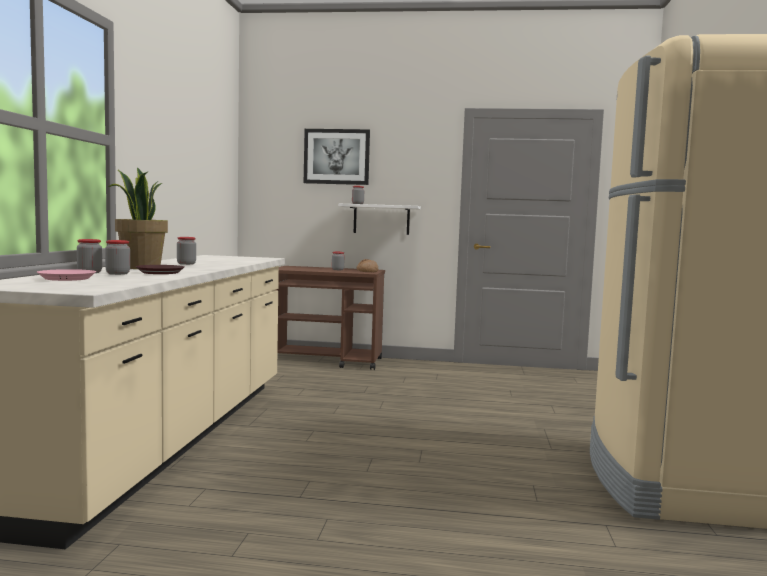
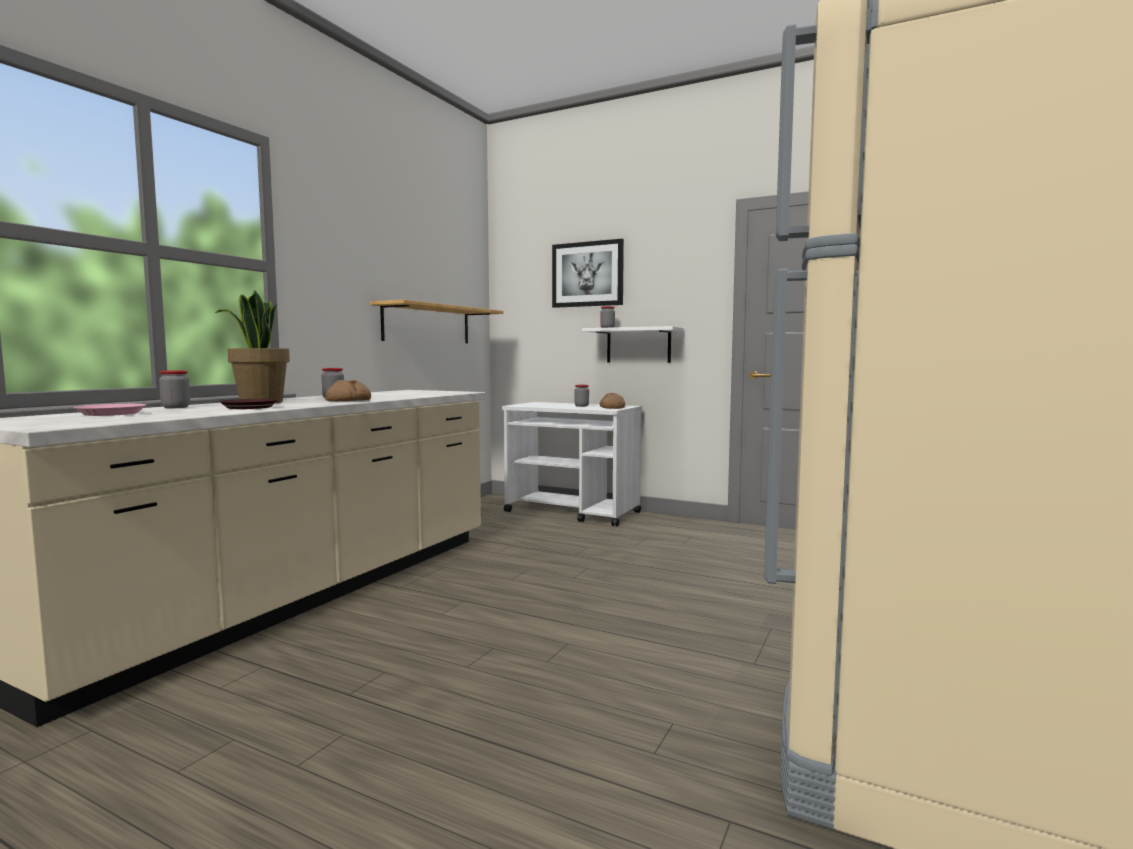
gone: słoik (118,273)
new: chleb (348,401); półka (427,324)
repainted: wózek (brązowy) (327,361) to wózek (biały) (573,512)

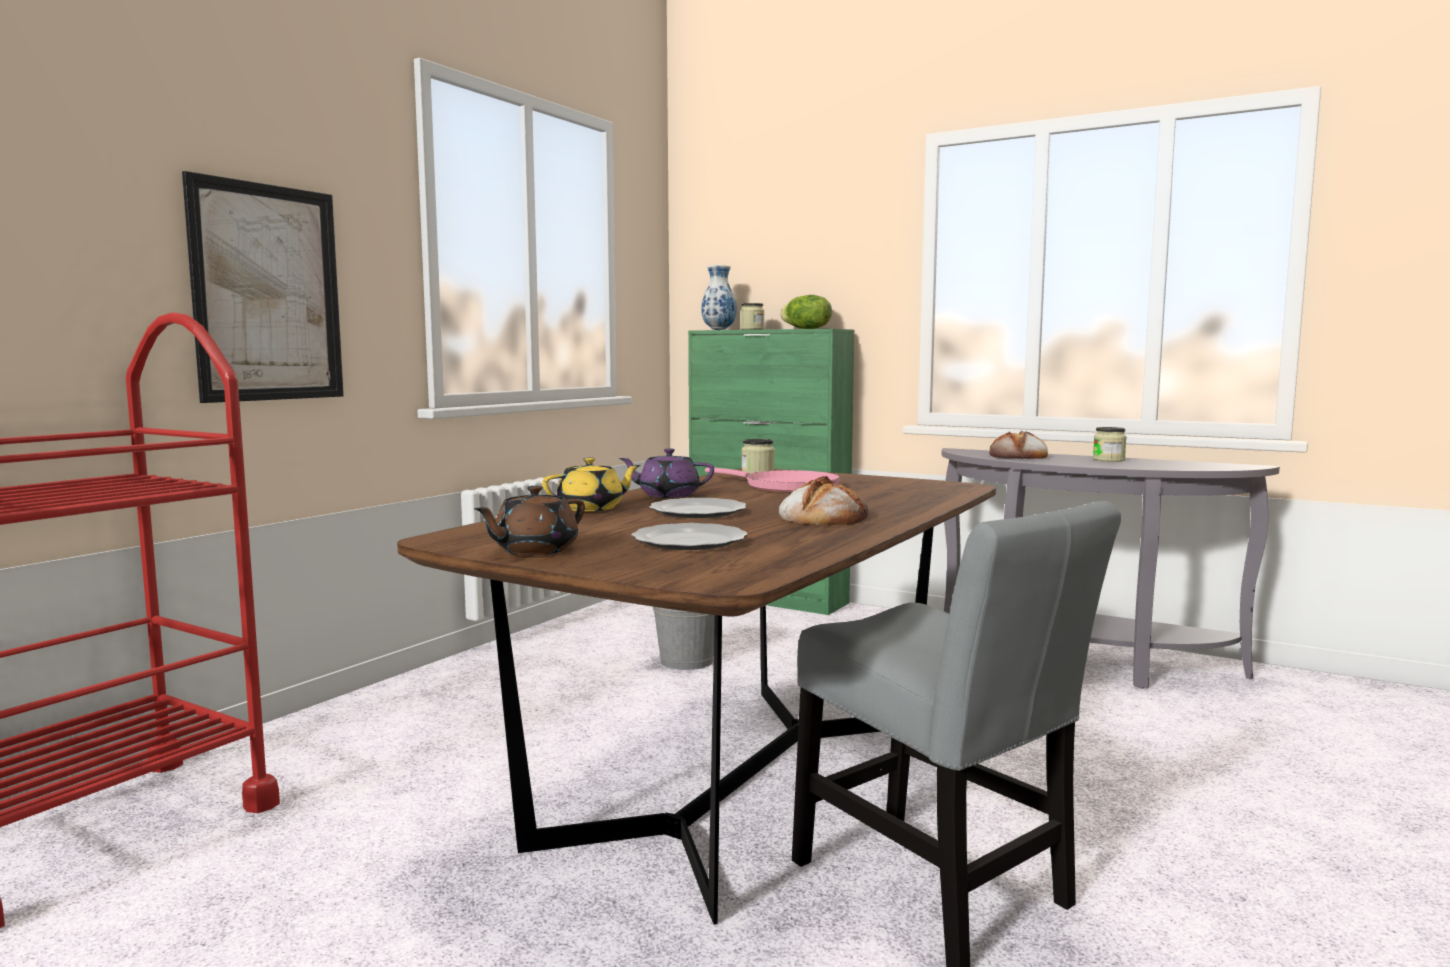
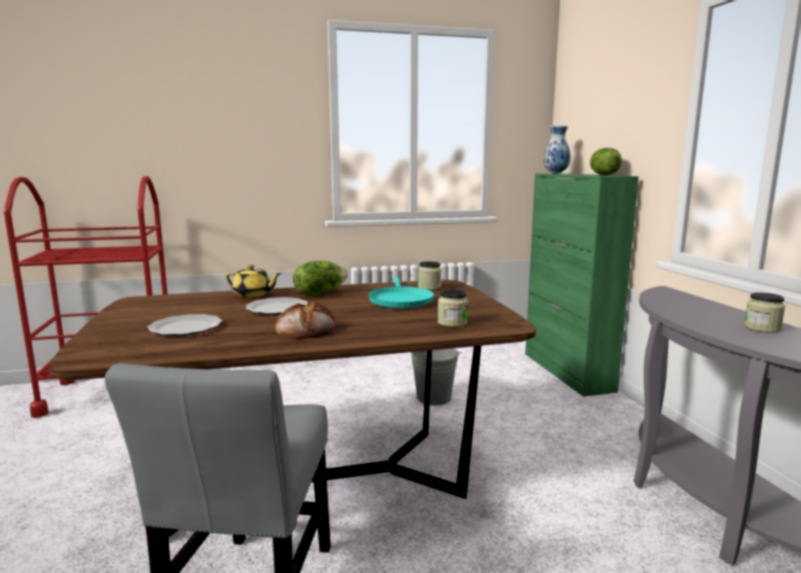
gone: obraz (268,293); imbryk (brązowy) (534,550); chleb (1019,456)
shifted: słoik (752,329) to (452,323)
swapped: imbryk (fioletowy) (668,495) to sałata (319,293)
repainted: patelnia (różowy) (785,486) to patelnia (turkusowy) (400,300)

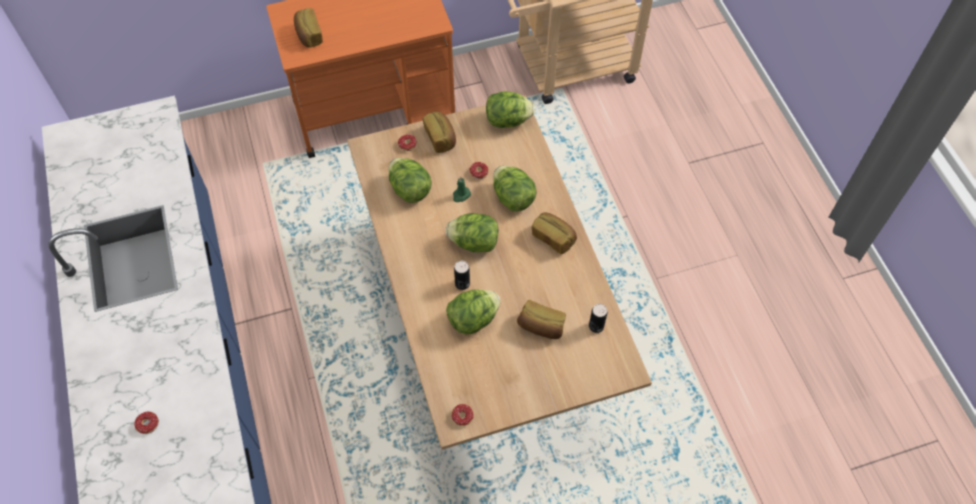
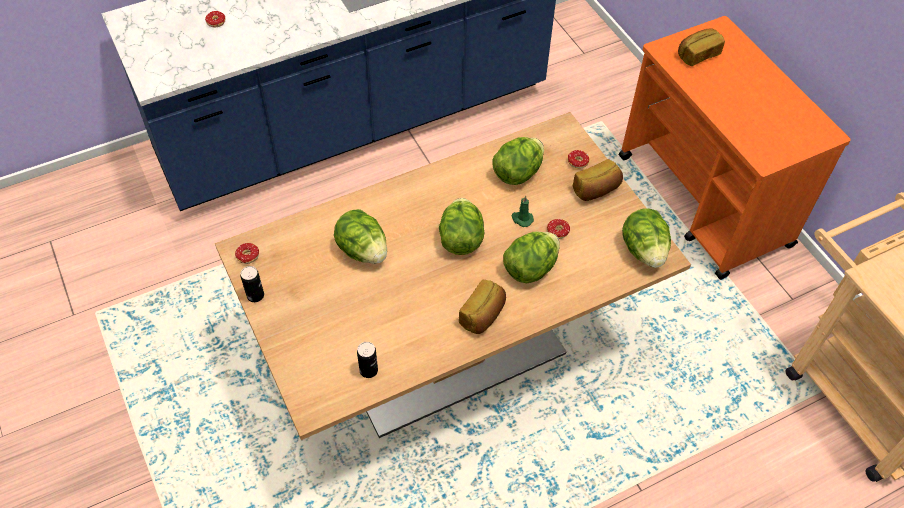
gone: chleb (541,327)
shifted: puszka (462,283) to (255,295)

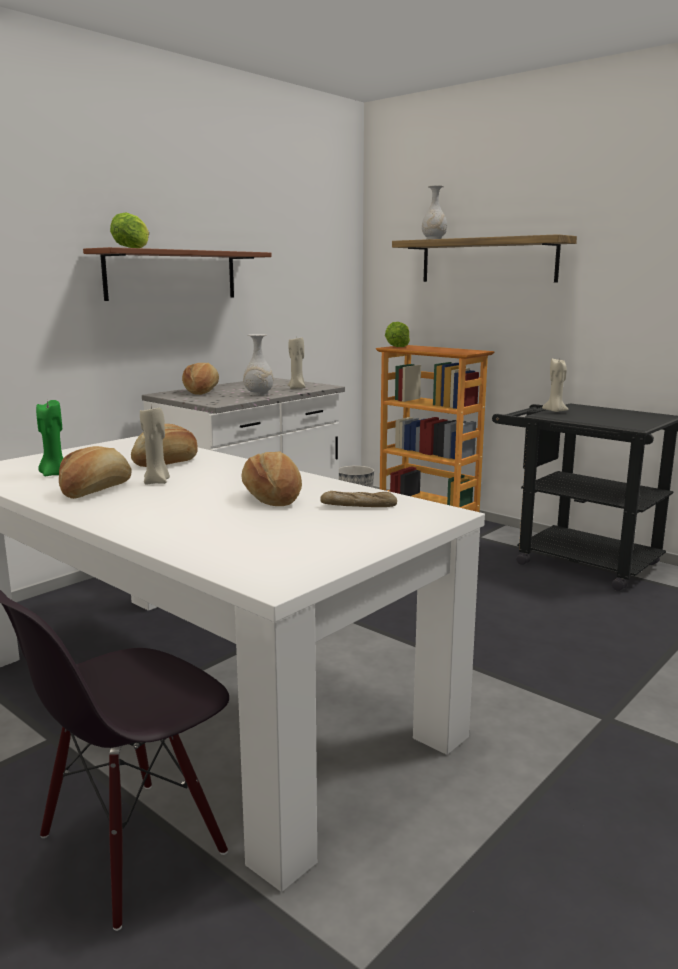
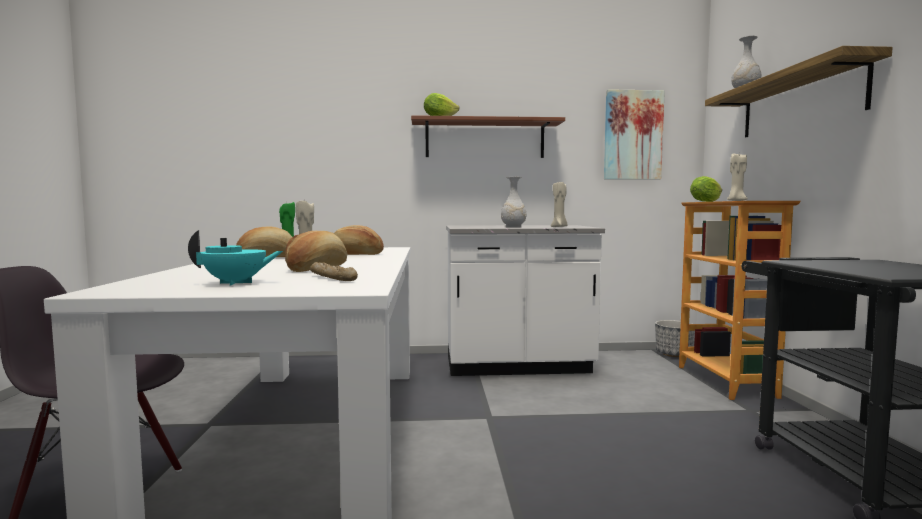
gone: chleb (202,391)
new: imbryk (turkusowy) (236,283); obraz (632,135)
shifted: świeca (beżowy) (555,411) to (736,201)

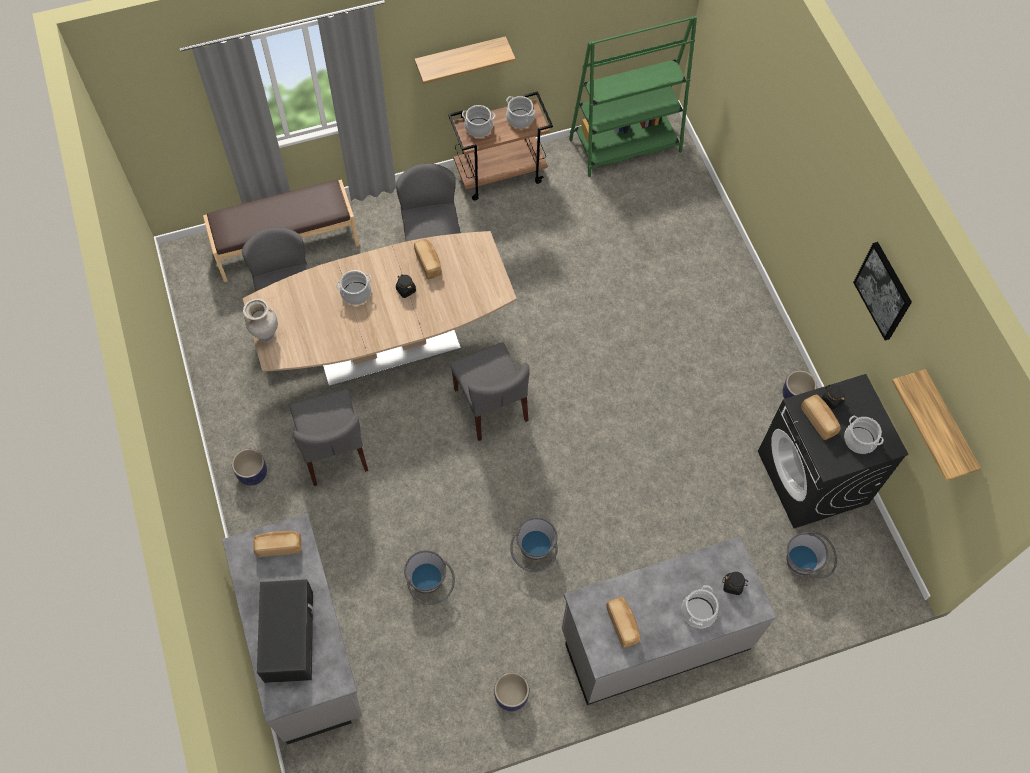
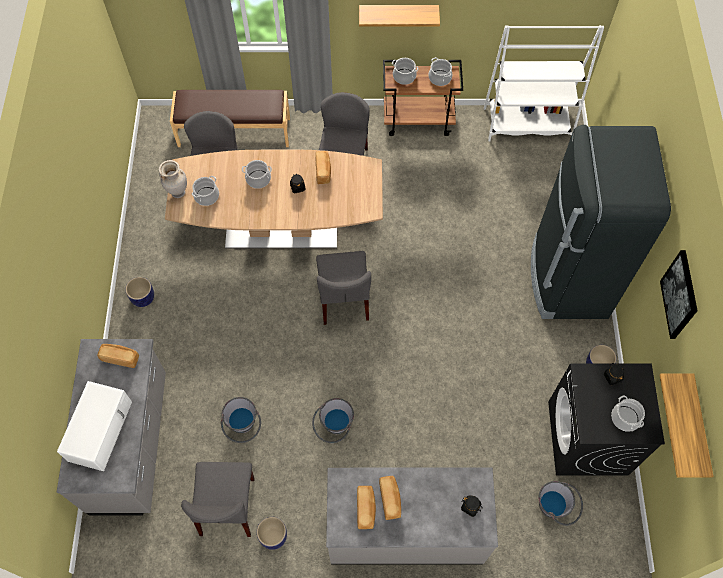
new: lodówka (czarny) (568,279)
shifted: krzesło (szary) (334,450) to (228,507); garnek (698,612) to (206,196); chleb (819,420) to (390,499)
repainted: mikrofalówka (czarny) (288,634) to mikrofalówka (biały) (100,429); regał (zielony) (625,146) to regał (biały) (527,124)

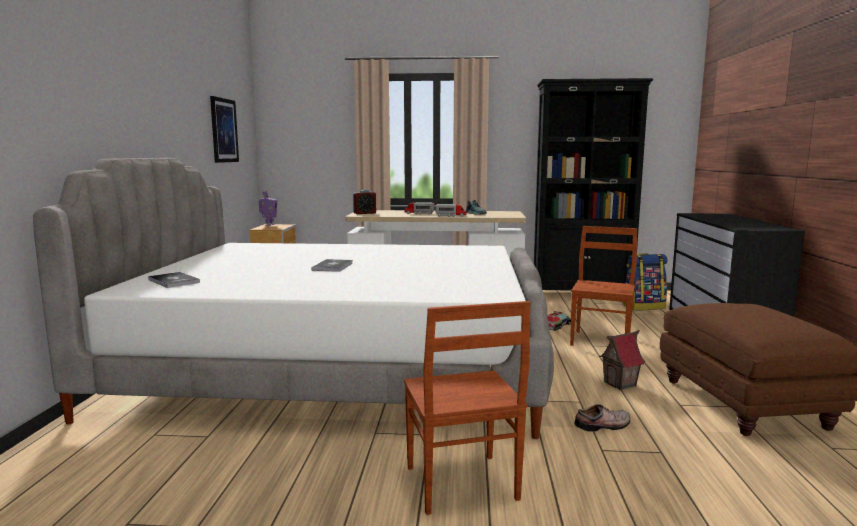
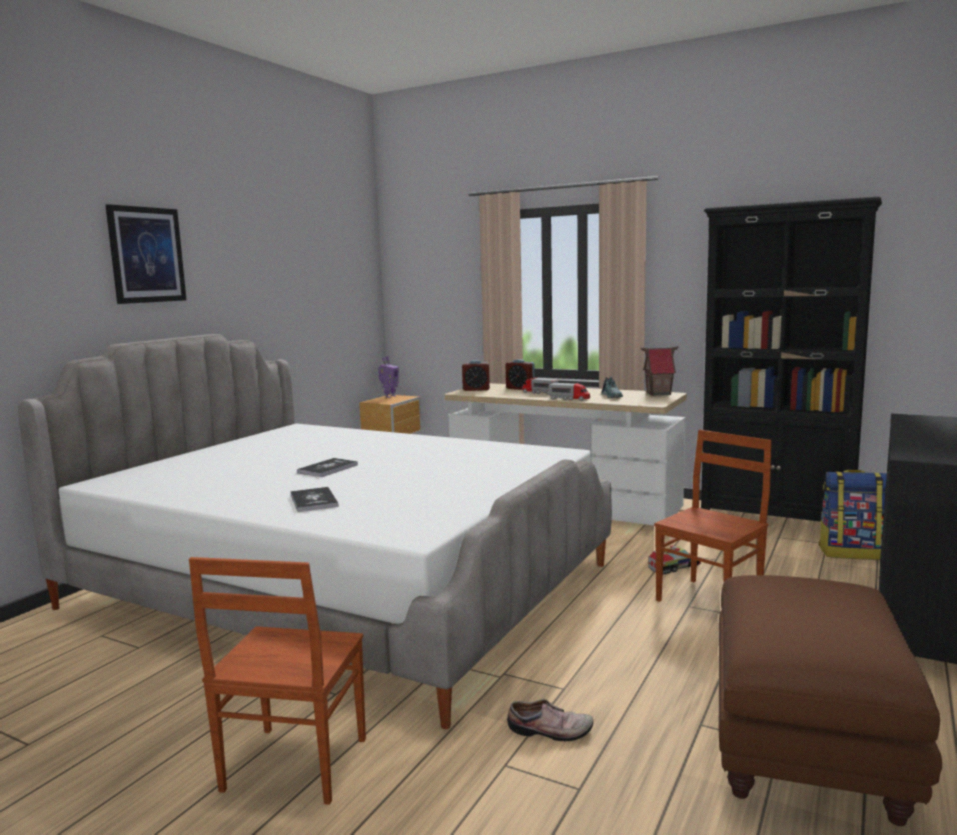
new: budzik (520,388)
shifted: książka (174,281) to (314,501); obraz (224,130) to (146,255); domek (620,384) to (659,393)

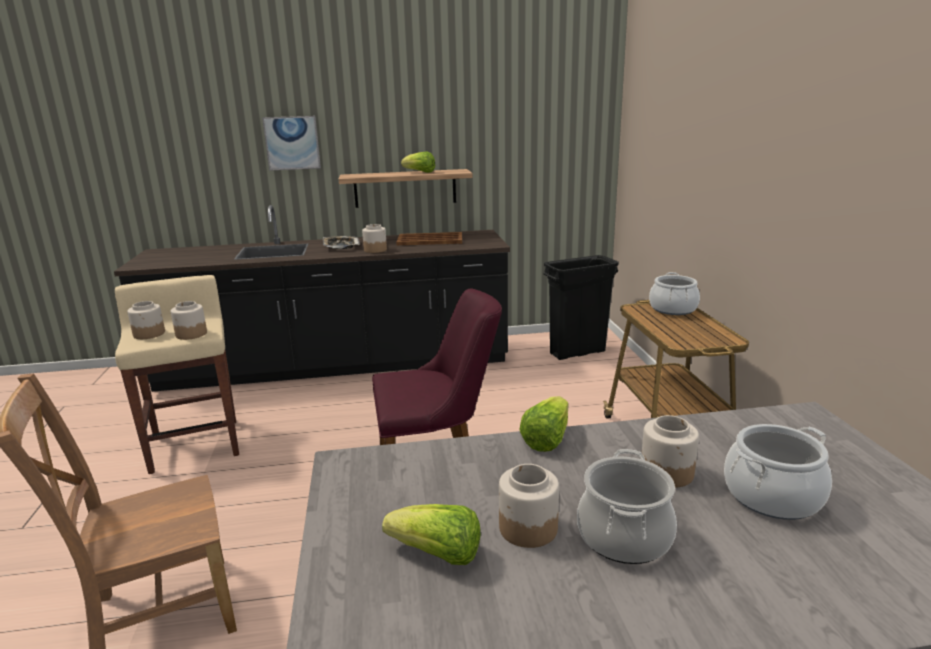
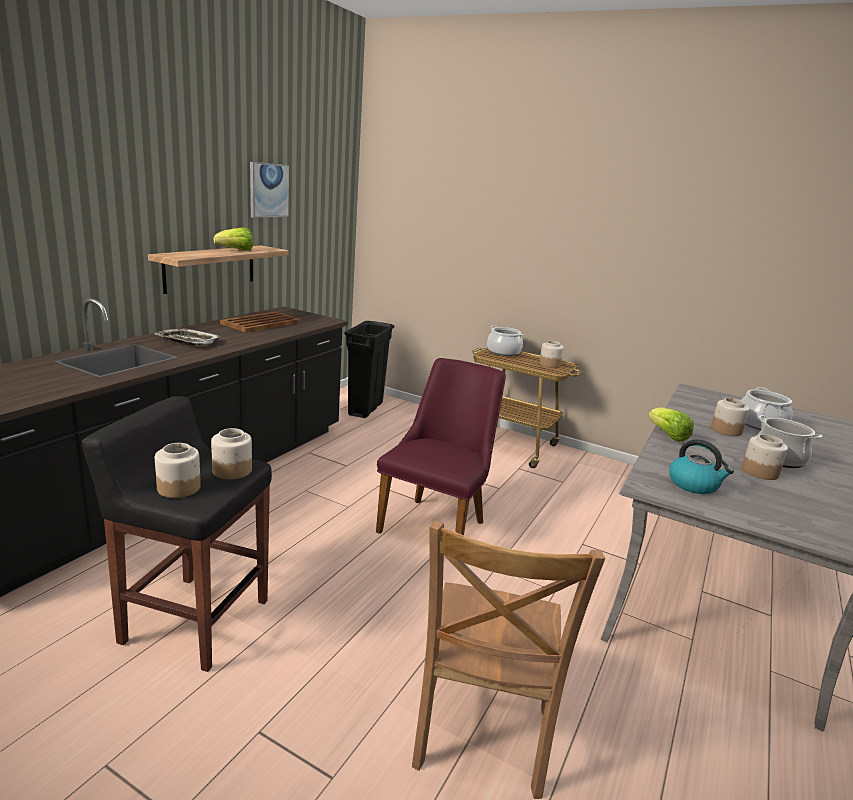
gone: sałata (437,554)
new: czajnik (694,485)
shifted: obraz (292,143) to (268,190); słoik (375,250) to (549,364)
repainted: stołek (beżowy) (196,445) to stołek (czarny) (194,620)

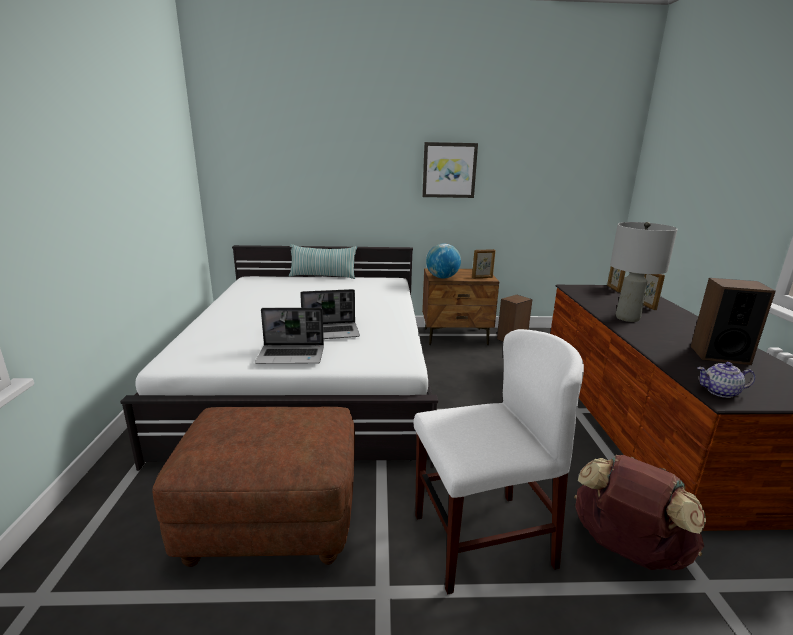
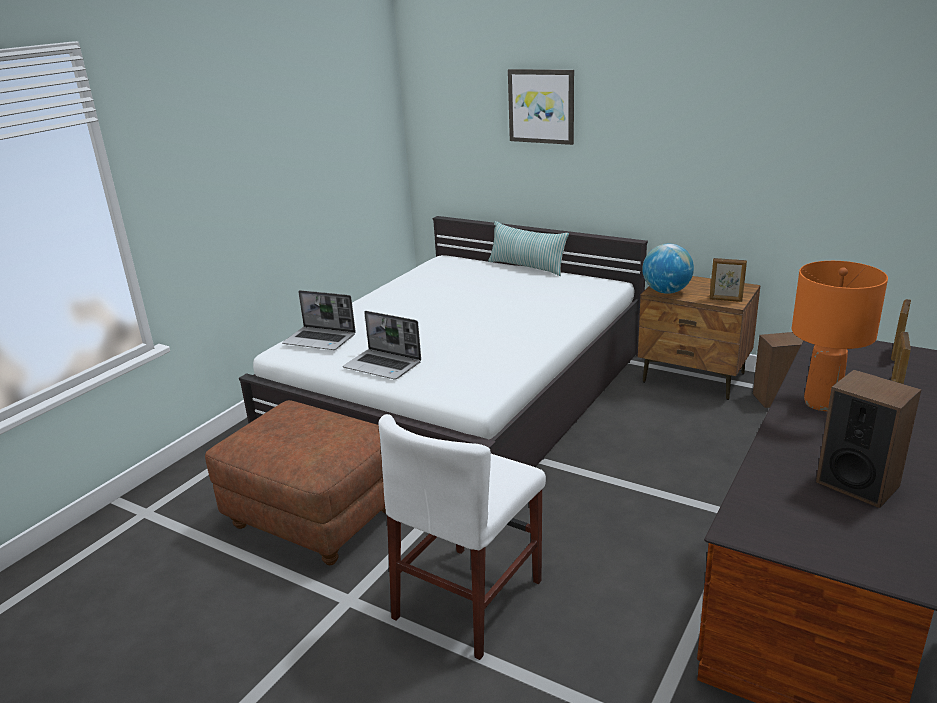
gone: plecak (brązowy) (626,549); imbryk (721,392)
shifted: laptop (331,332) to (321,340); obraz (449,170) to (541,106)
repainted: lampa stołowa (szary) (627,318) to lampa stołowa (pomarańczowy) (821,403)
rotated: krzesło (biały) (482,540) = (468,599) 105 degrees clockwise

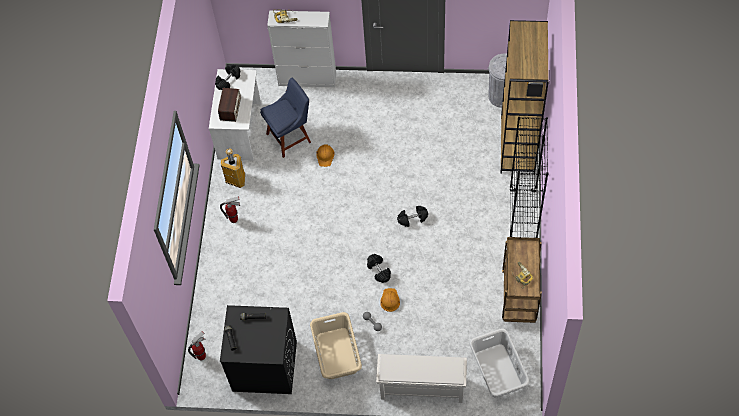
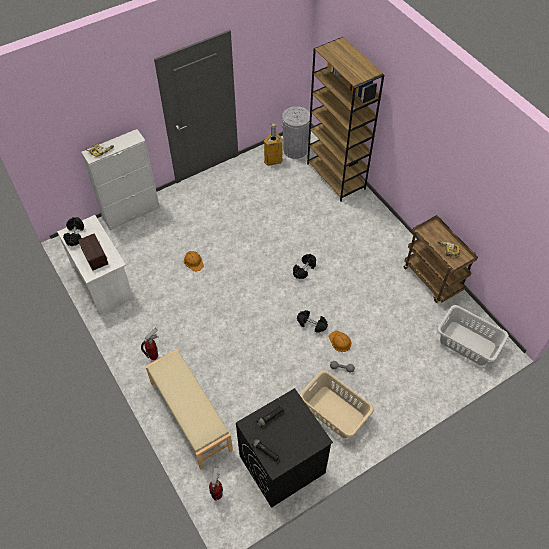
gone: krzesło (niebieski) (290,137); regał na buty (biały) (421,388); regał (czarny) (523,216)
new: ławka (beżowy) (190,416)
shifted: kosz na śmieci (236,180) to (272,160)

